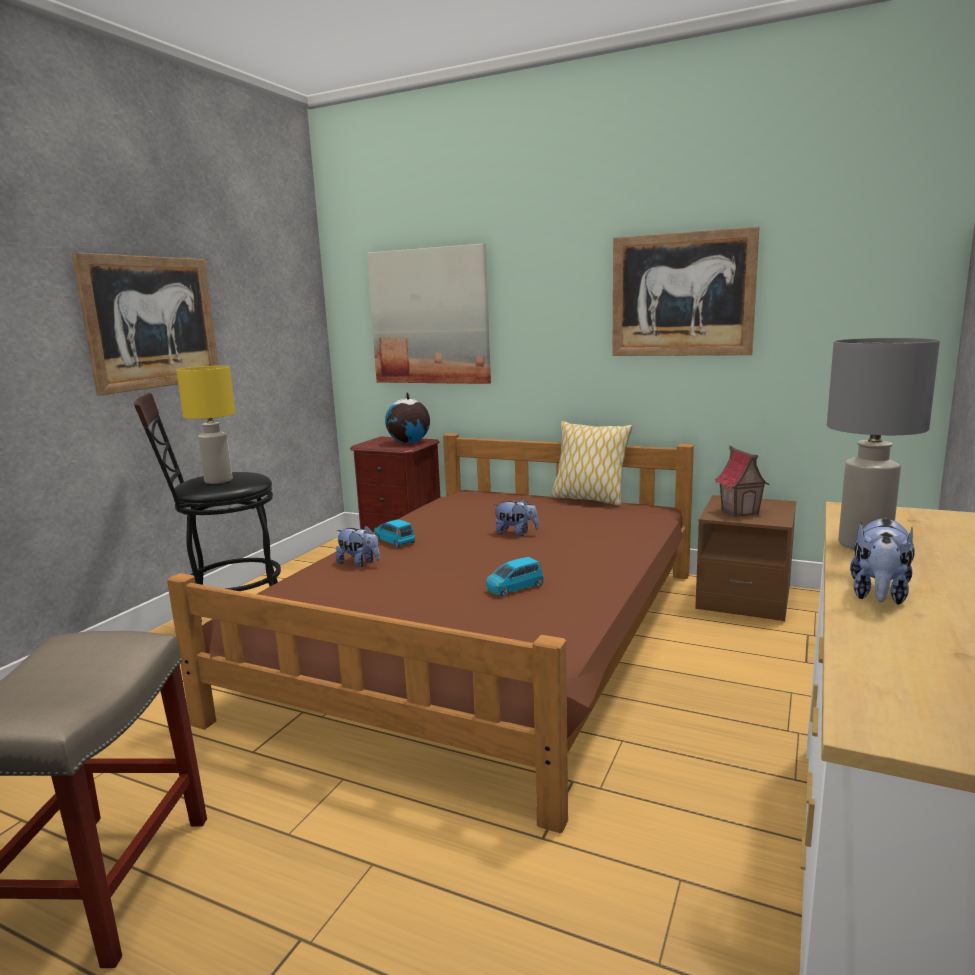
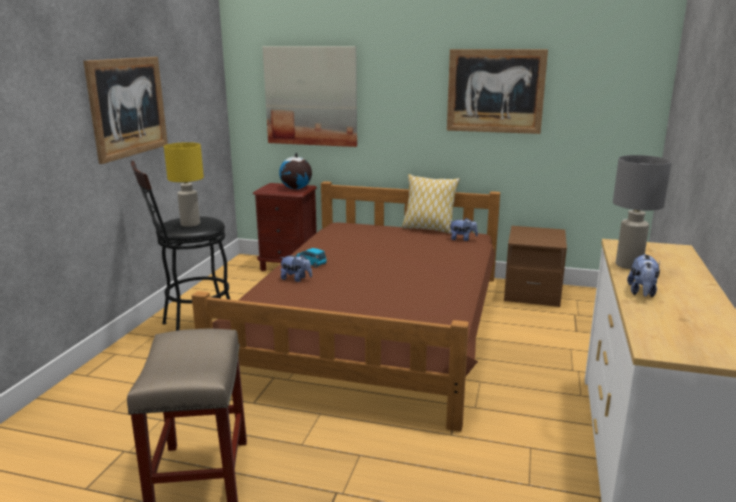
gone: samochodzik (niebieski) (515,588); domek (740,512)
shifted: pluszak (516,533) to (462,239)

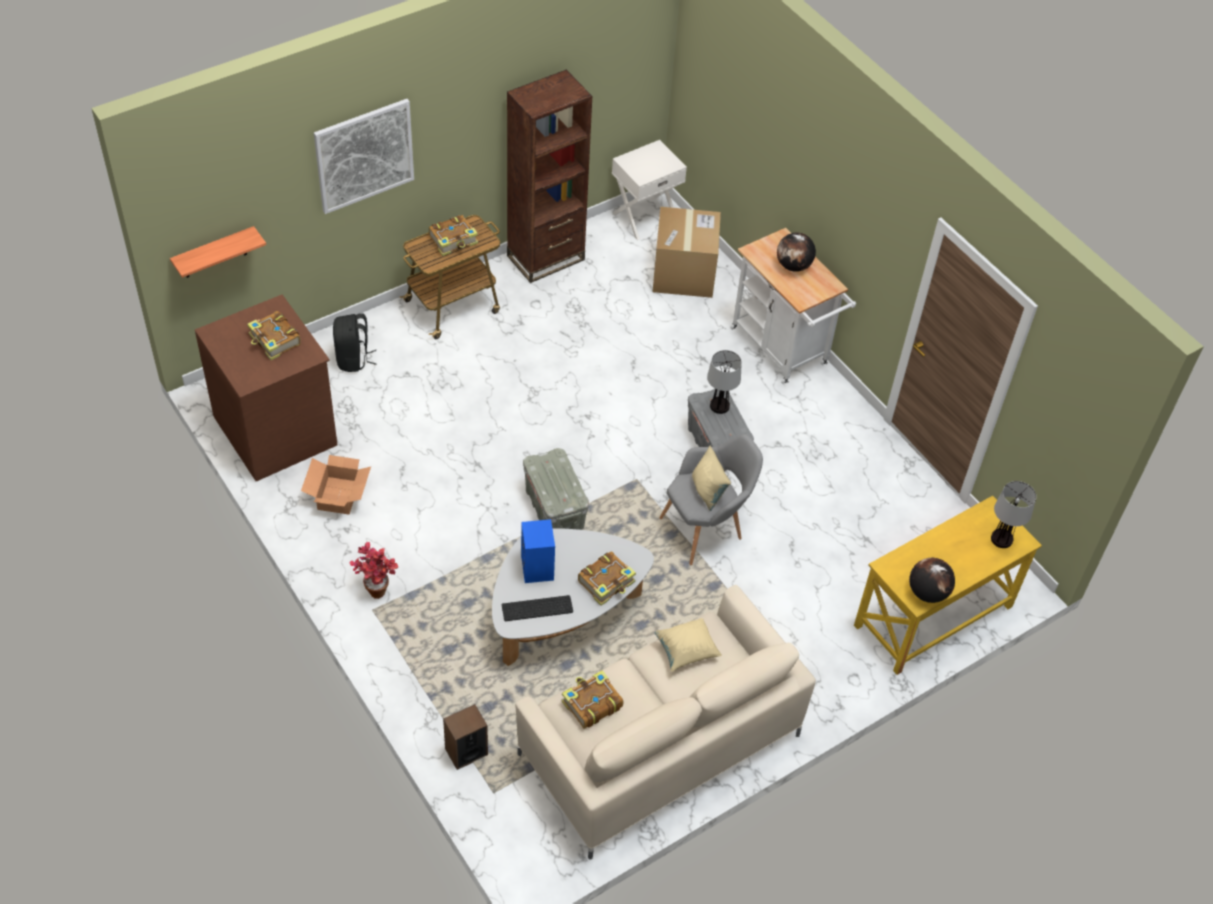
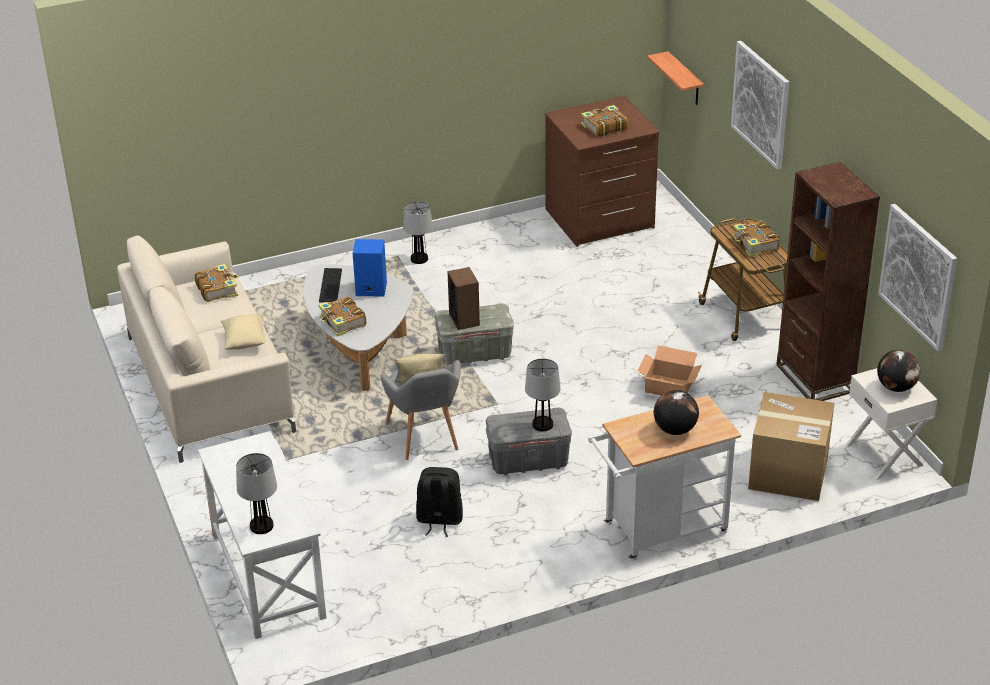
new: obraz (918,276)
shifted: karton (339,495) to (669,387); plecak (czarny) (353,359) to (439,520); głośnik (466,751) to (464,319); globus (927,592) to (896,387)
swapped: roślina doniczkowa (376,587) to lampa stołowa (419,259)
repainted: biurko (żółty) (933,617) to biurko (biały) (267,576)

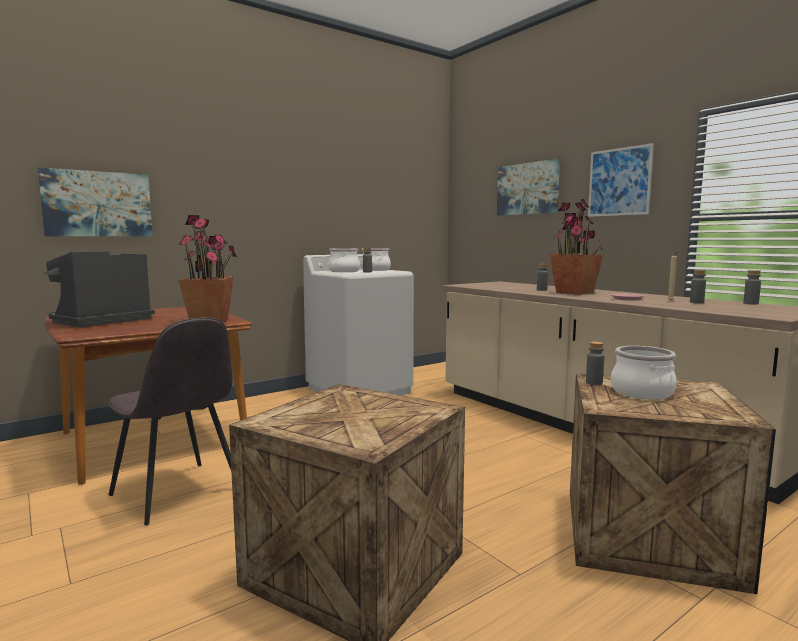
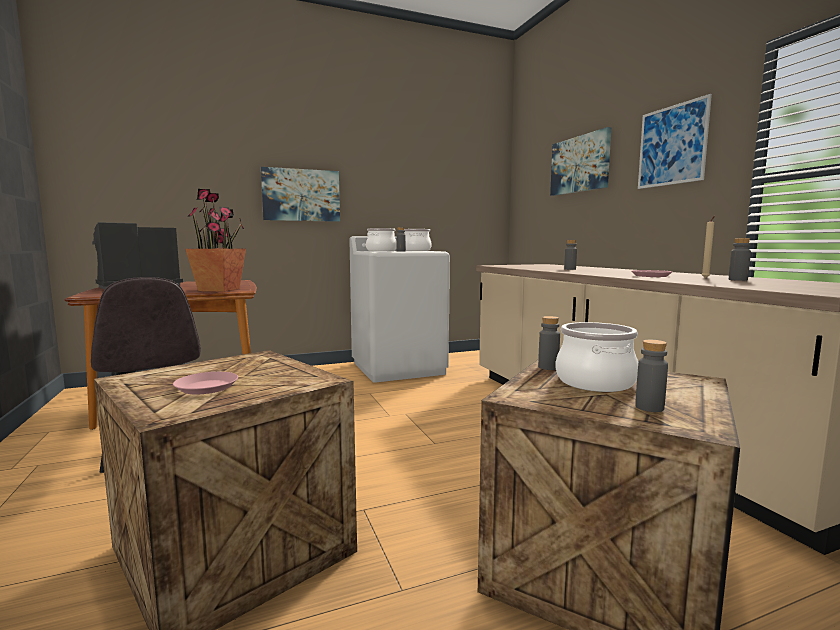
gone: roślina doniczkowa (574,292)
new: talerz (różowy) (206,387)
shifted: obraz (98,204) to (301,195); butelka (szary) (751,303) to (649,407)

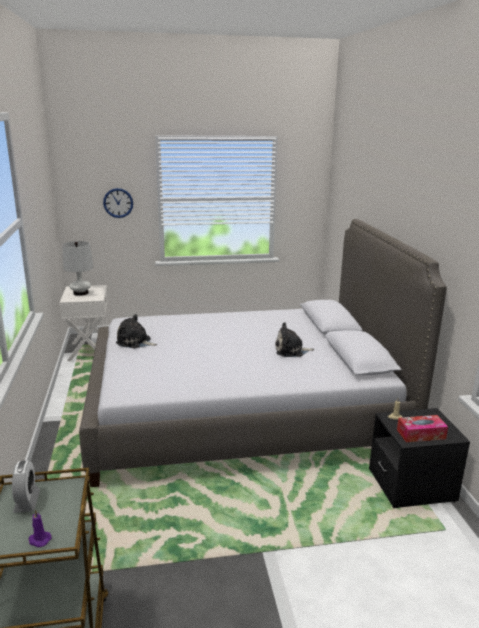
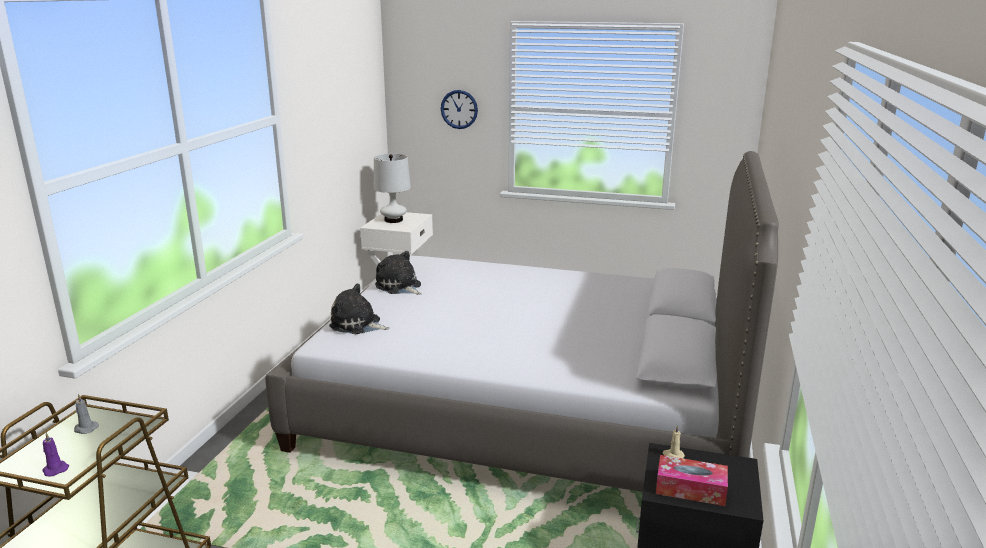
shifted: pluszak (291,351) to (357,325)
swapped: budzik (27,502) to świeca (szary) (85,429)

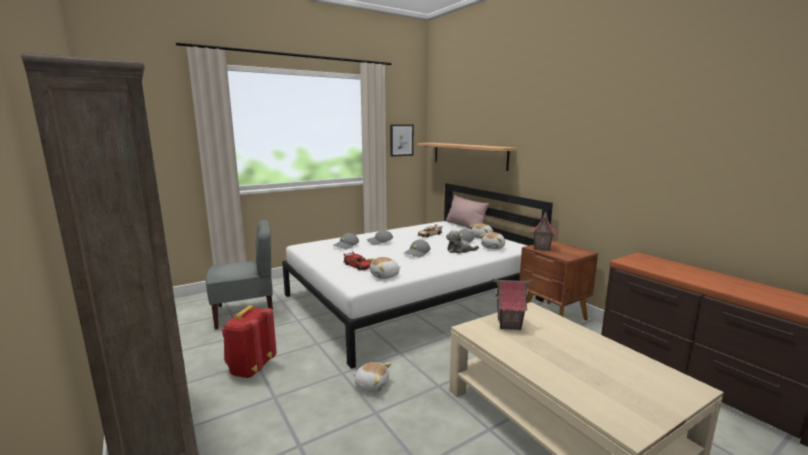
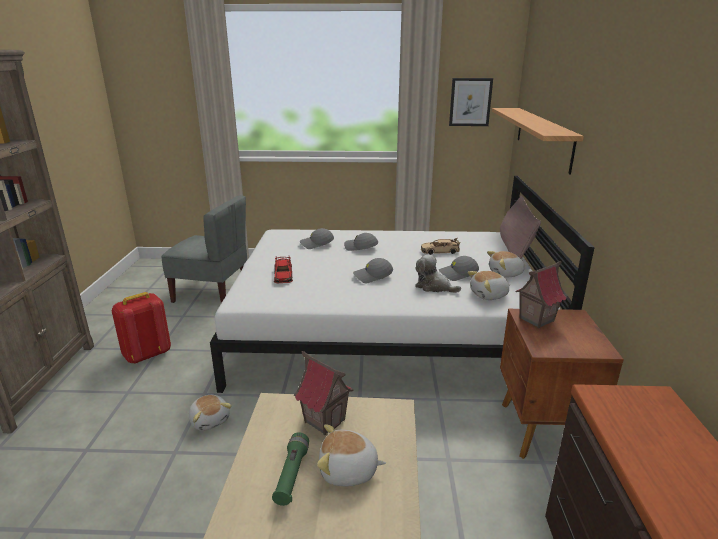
new: latarka (zielony) (291,475)
shifted: pluszak (385,276) to (348,471)

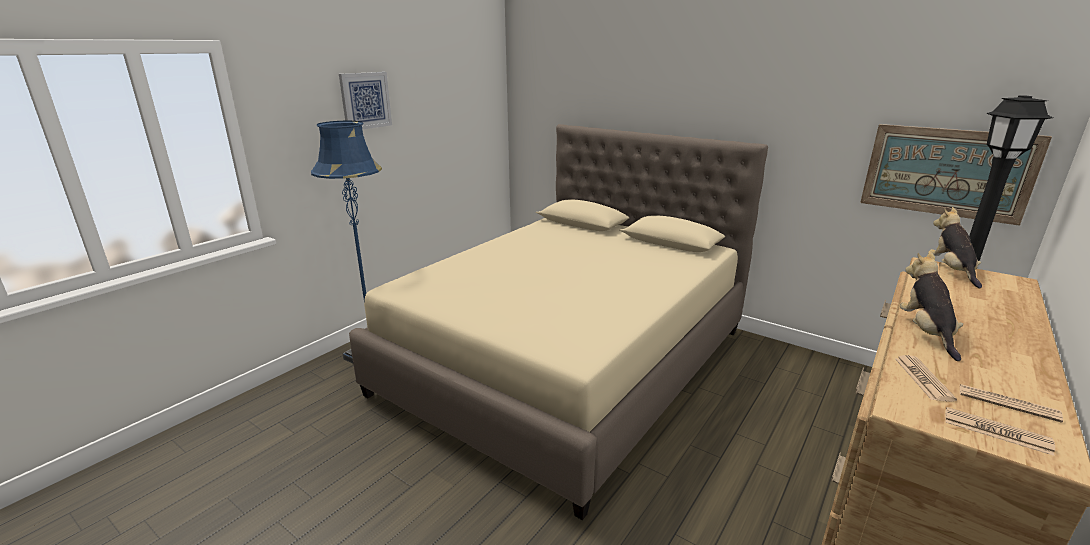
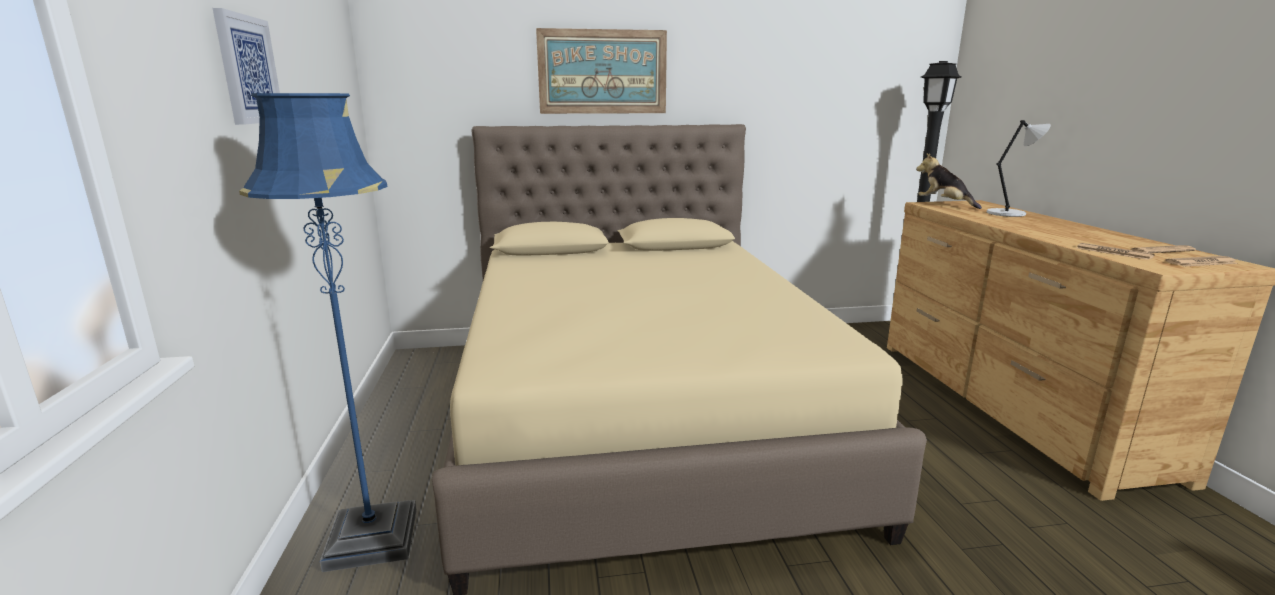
gone: pluszak (926,333)
new: lampa stołowa (szary) (1008,213)
shifted: obraz (946,172) to (602,72)

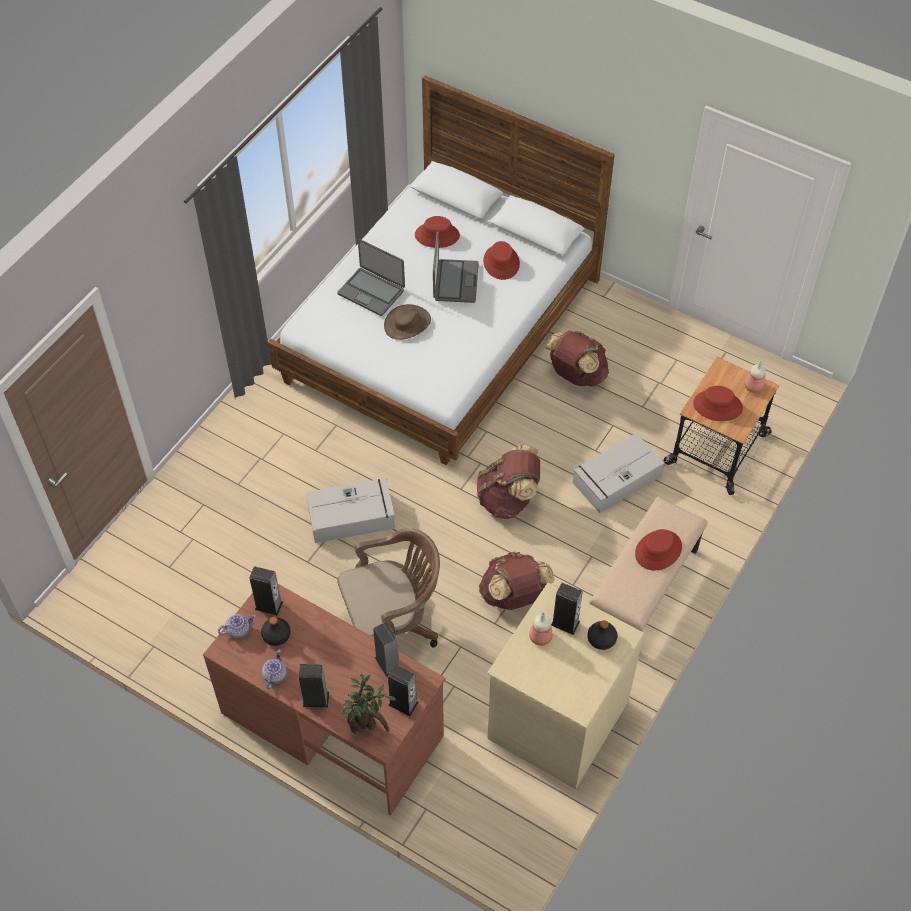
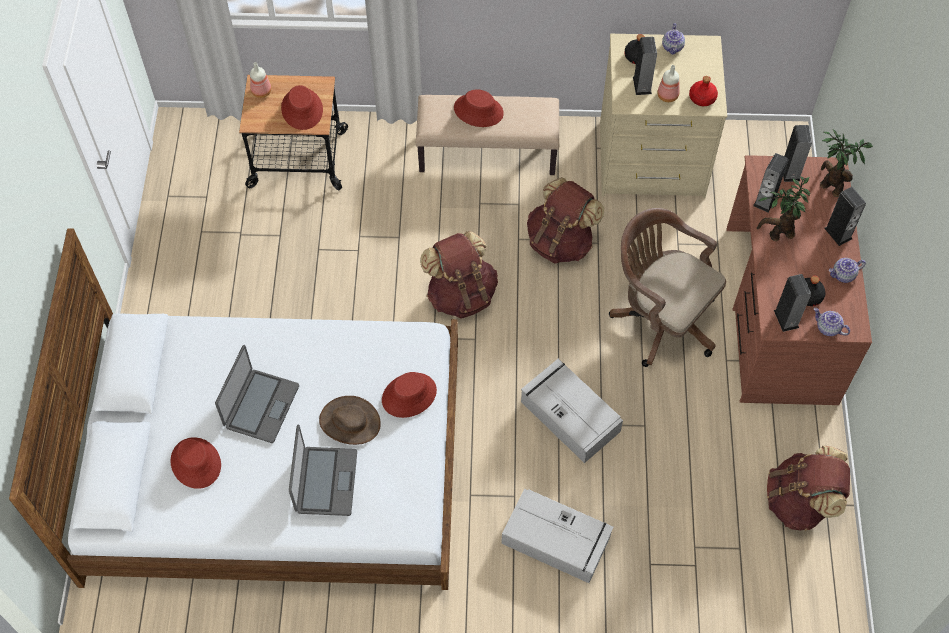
new: imbryk (672,47); butelka (czerwony) (702,98); roślina doniczkowa (777,234)
shifted: kapelusz (czerwony) (501,262) to (409,395); plecak (brązowy) (576,375) to (799,501); pojemnik do przechowywania (szary) (616,480) to (557,541)
rotated: laptop (455,282) = (261,406) 135 degrees clockwise

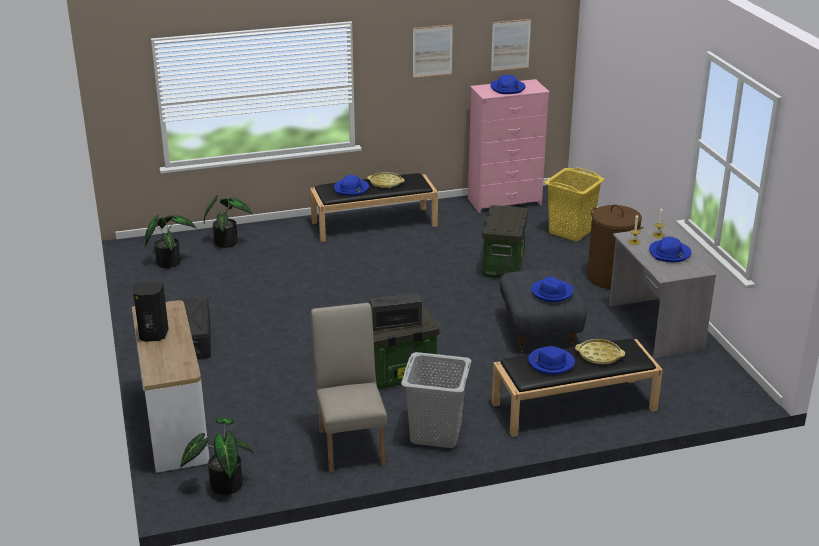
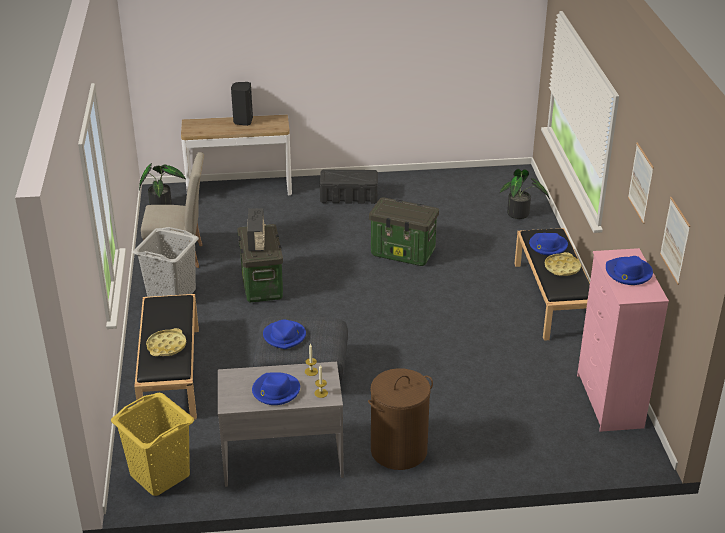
gone: roślina doniczkowa (170,261); kapelusz (niebieski) (550,363)
shifted: pojemnik do przechowywania (503,265) to (404,253); kosz na pranie (żółty) (571,231) to (160,475)

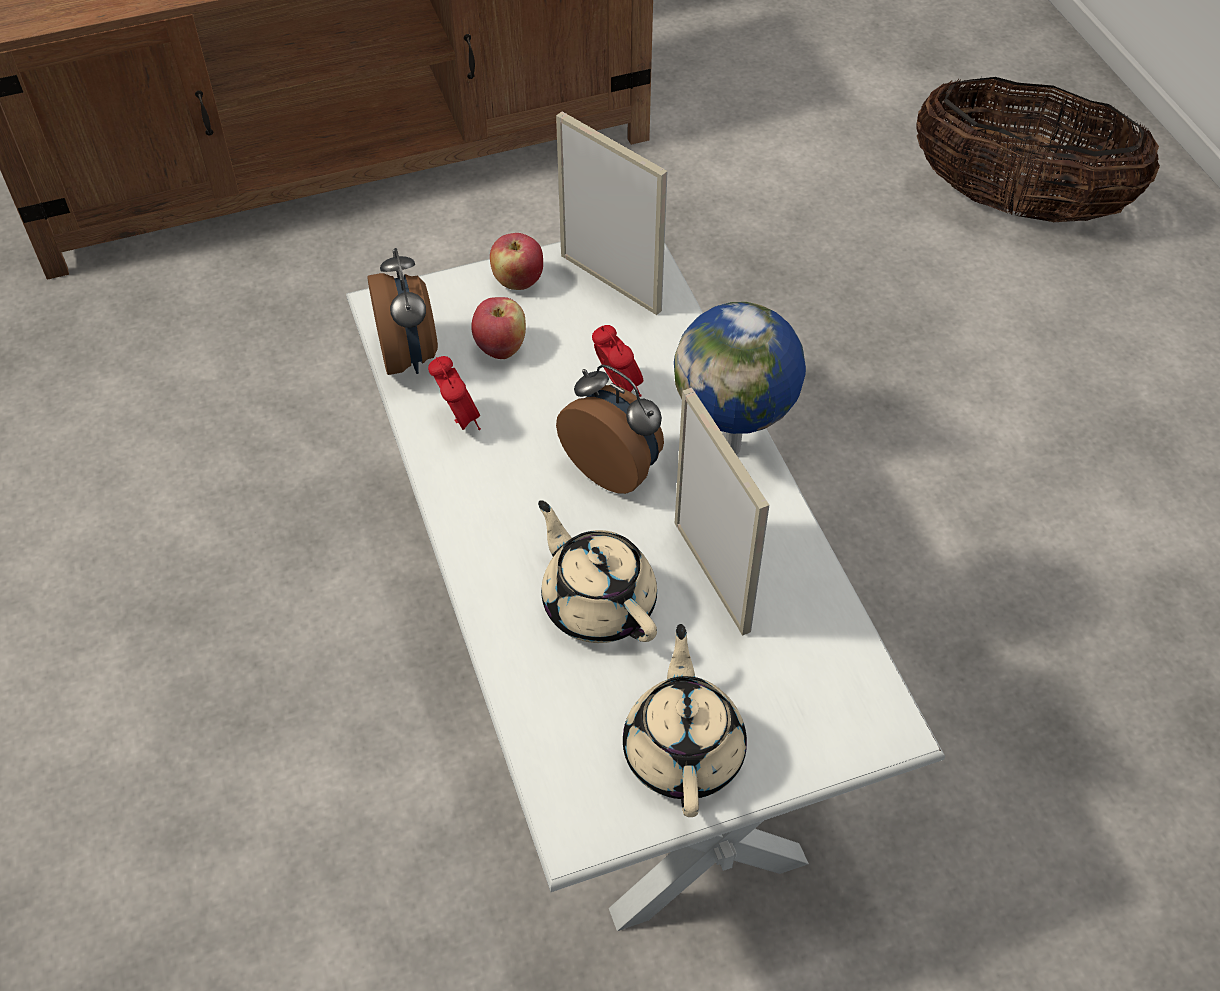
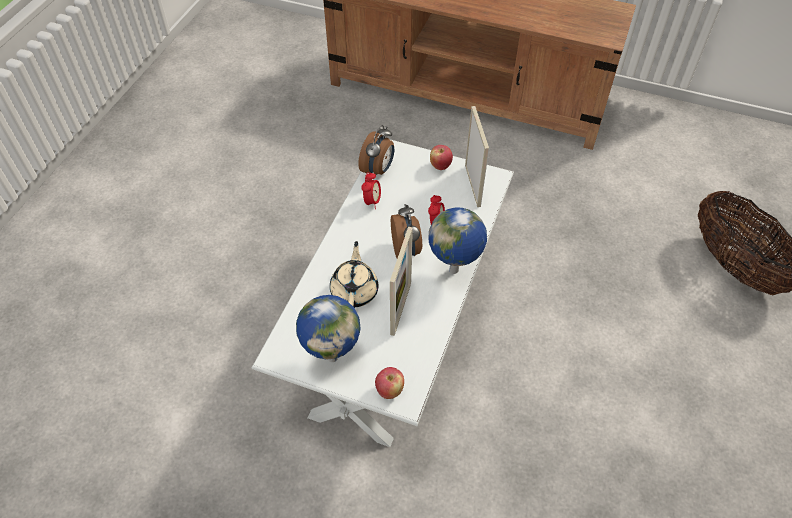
shifted: jabłko (500,348) to (389,390)
swapped: imbryk (beżowy) (684,749) to globus (332,356)

